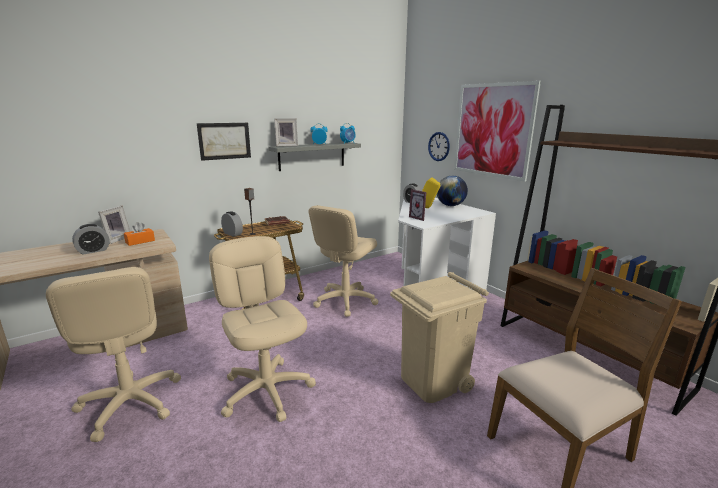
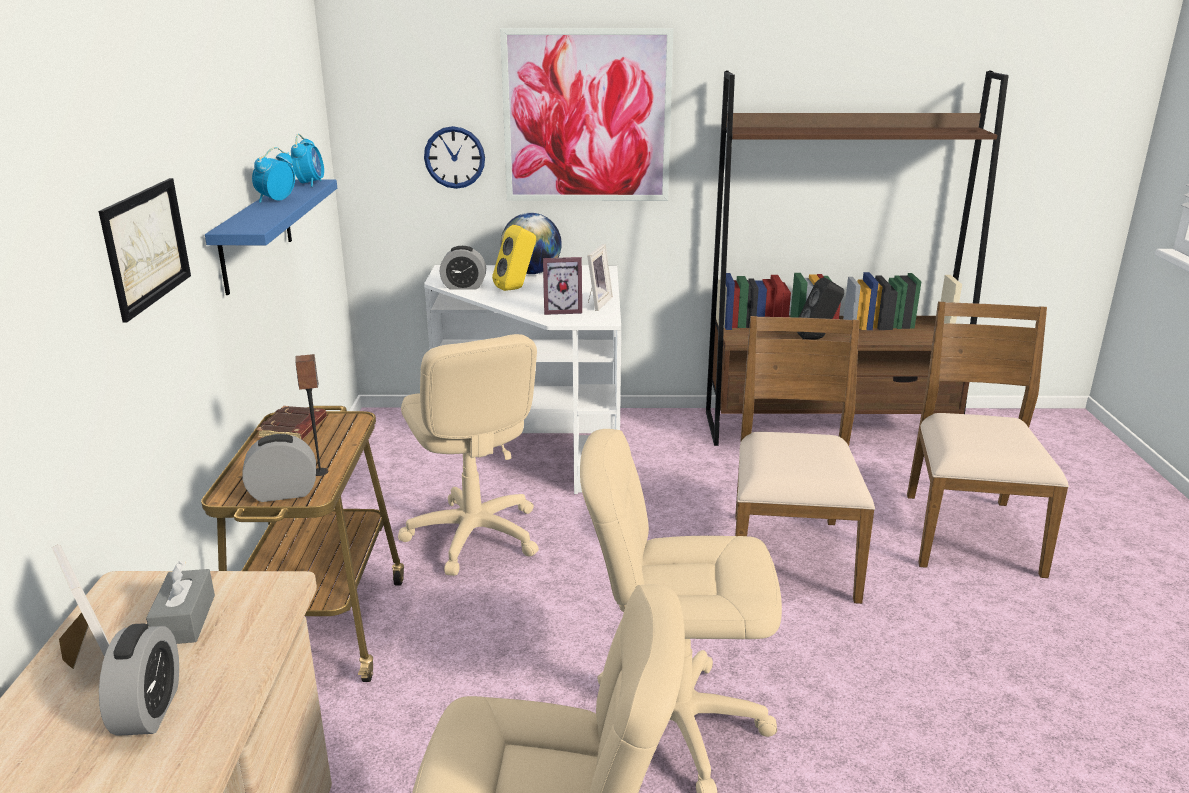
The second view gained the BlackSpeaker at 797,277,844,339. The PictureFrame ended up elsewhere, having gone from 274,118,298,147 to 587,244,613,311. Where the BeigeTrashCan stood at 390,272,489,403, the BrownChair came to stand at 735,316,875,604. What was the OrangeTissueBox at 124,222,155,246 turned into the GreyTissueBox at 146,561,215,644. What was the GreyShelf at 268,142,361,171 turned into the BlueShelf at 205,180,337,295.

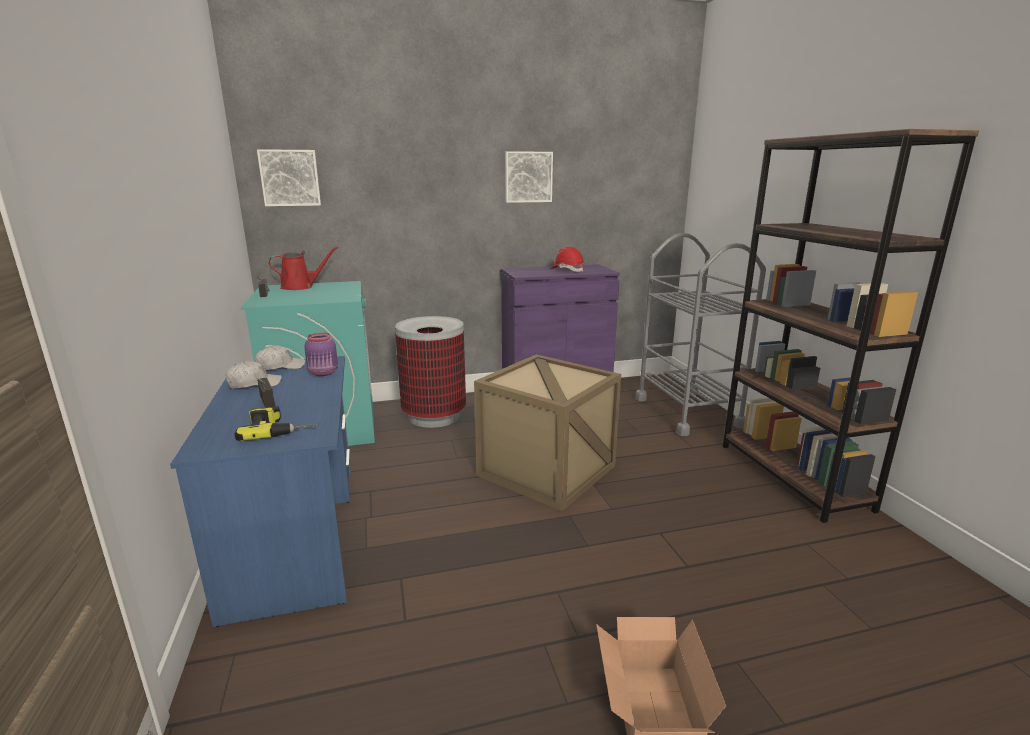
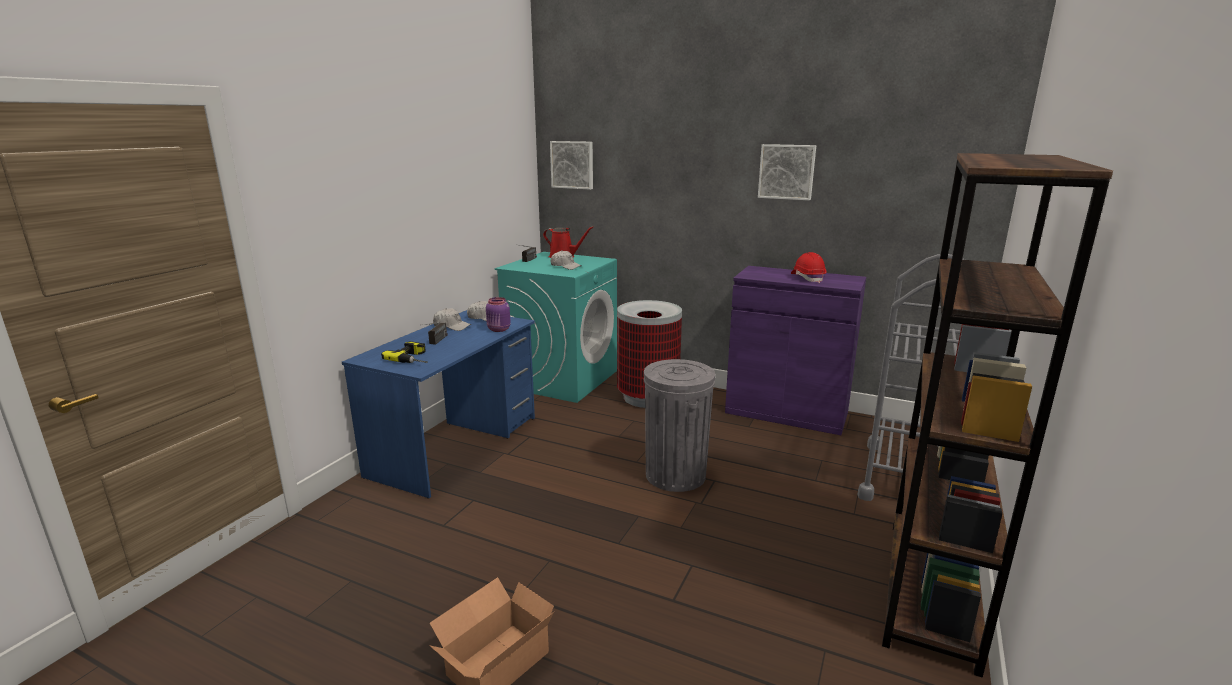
The second view gained the WhiteCap at 550,250,582,270. Where the Crate stood at 474,354,621,511, the GreyTrashCan came to stand at 644,359,715,492.

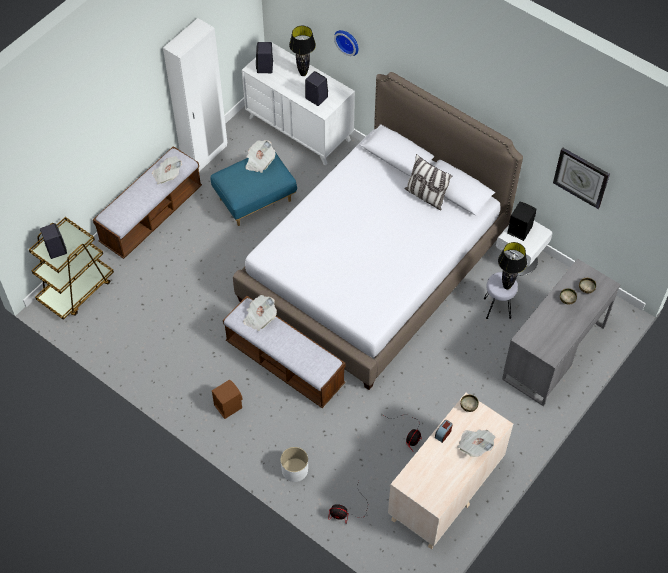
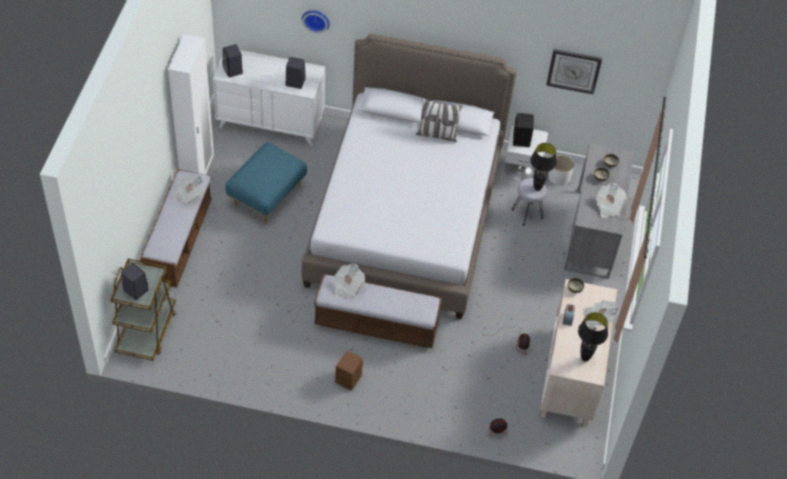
The Newspaper ended up elsewhere, having gone from 245,140,275,173 to 596,183,627,218. The WhitePlanter ended up elsewhere, having gone from 280,447,308,482 to 549,155,574,186. The BlackTableLamp ended up elsewhere, having gone from 289,26,316,76 to 578,312,608,362.

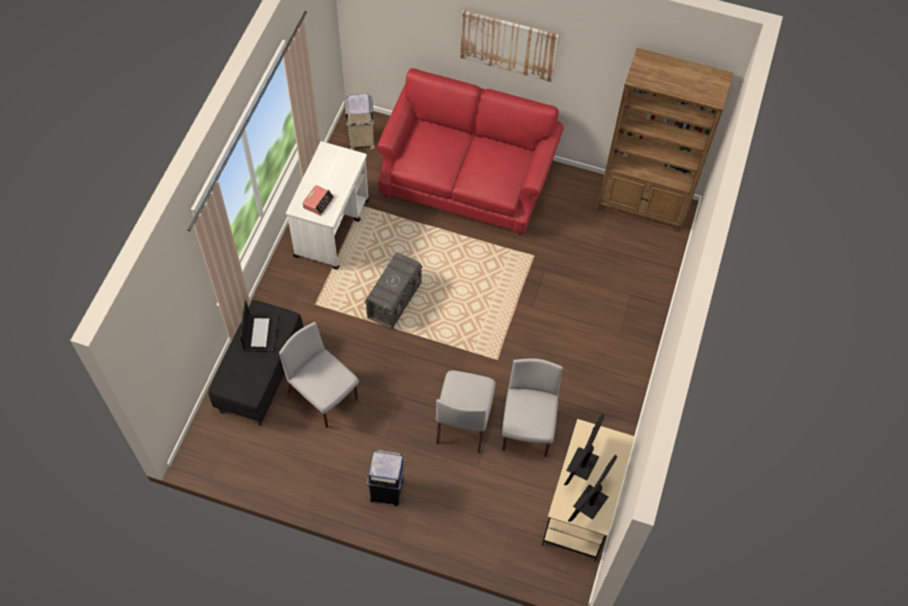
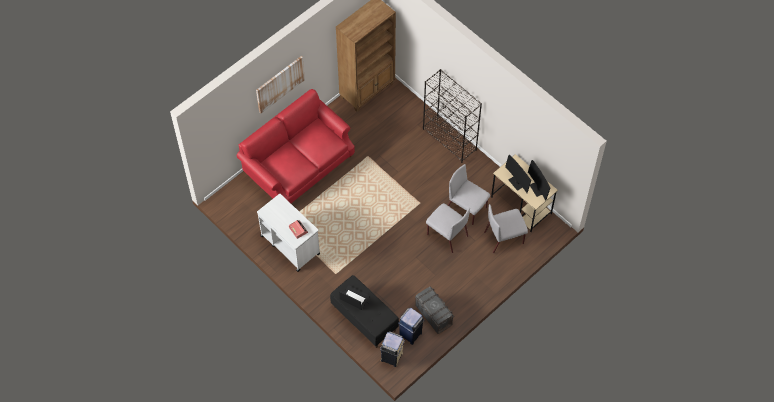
The second view gained the BlackBookcase at 423,69,482,163. The GreyChair ended up elsewhere, having gone from 279,322,359,428 to 484,204,528,253. The BeigeTrashCan ended up elsewhere, having gone from 344,94,375,150 to 380,331,405,367. The GreyStorageBox ended up elsewhere, having gone from 364,252,423,329 to 415,286,454,334. The BlueTrashCan ended up elsewhere, having gone from 367,450,406,506 to 398,308,424,345.

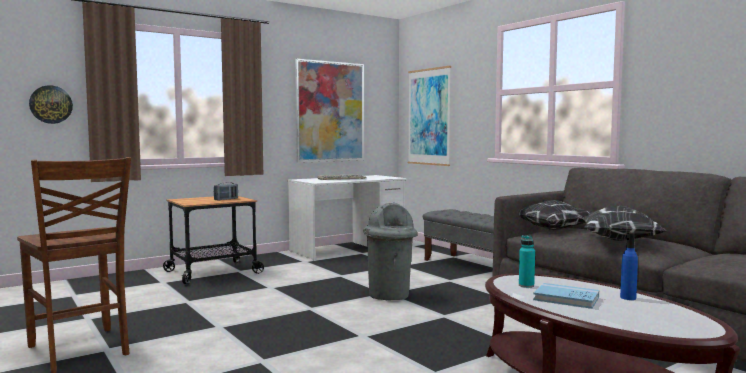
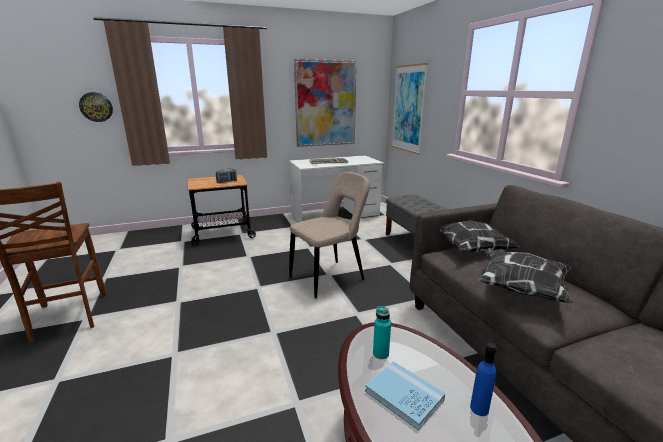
Where the GreyTrashCan stood at 363,203,418,300, the BeigeChair came to stand at 289,172,370,298.

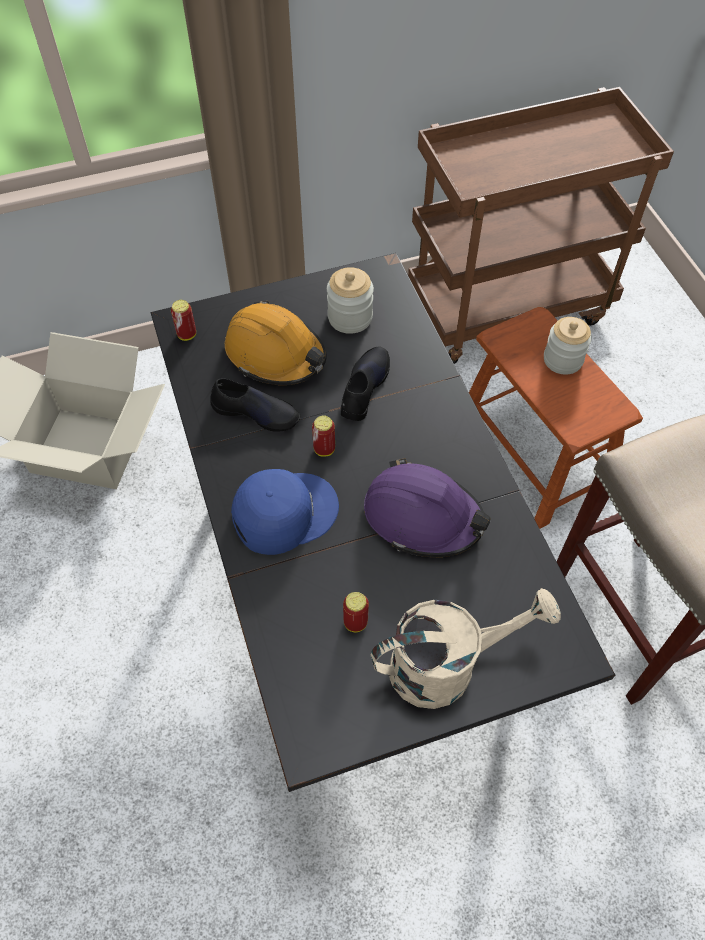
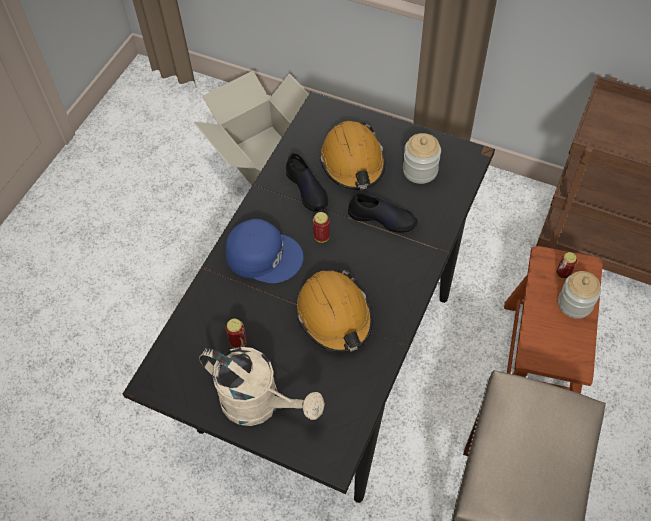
The Can ended up elsewhere, having gone from 171,300,196,341 to 556,252,577,279. What was the PurpleHardHat at 364,458,491,557 turned into the OrangeHardHat at 297,269,372,353. The BlackShoe at 341,346,390,421 ended up facing another way, 45 degrees clockwise from before.

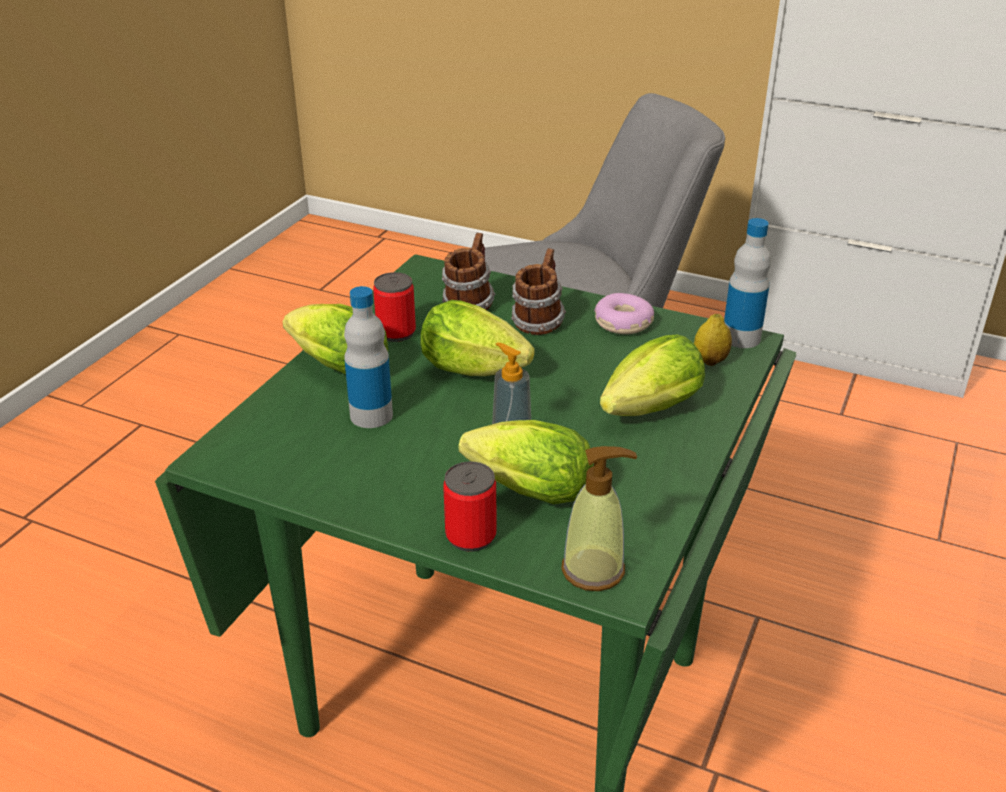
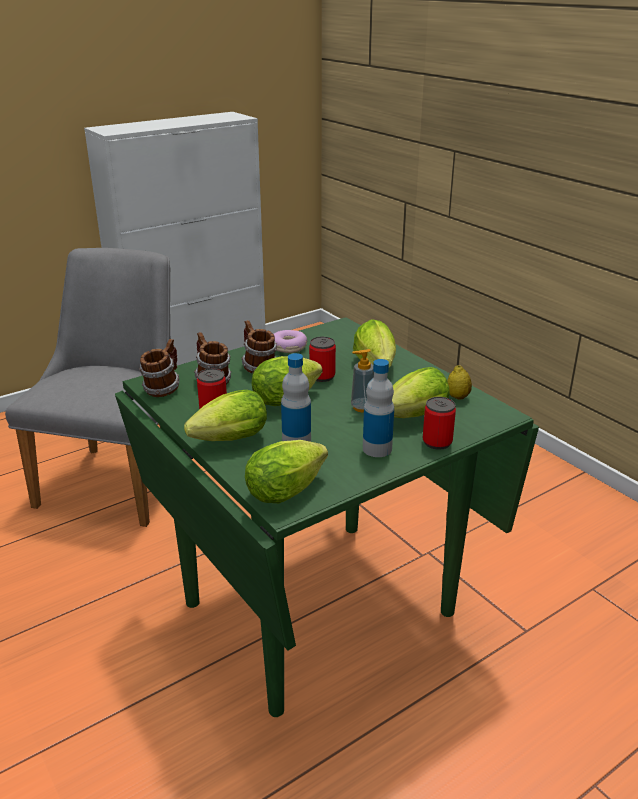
The second view lost the SoapDispenser at 561,446,637,591. The second view gained the Mug at 139,339,180,397. The second view gained the Lettuce at 245,440,328,503. The second view gained the Can at 309,337,336,382. The Lemon ended up elsewhere, having gone from 694,314,732,366 to 447,365,472,400. The Bottle ended up elsewhere, having gone from 724,218,771,348 to 363,359,394,457.

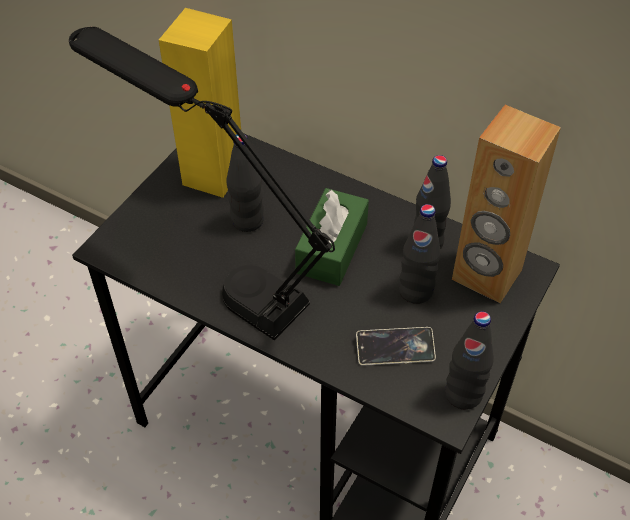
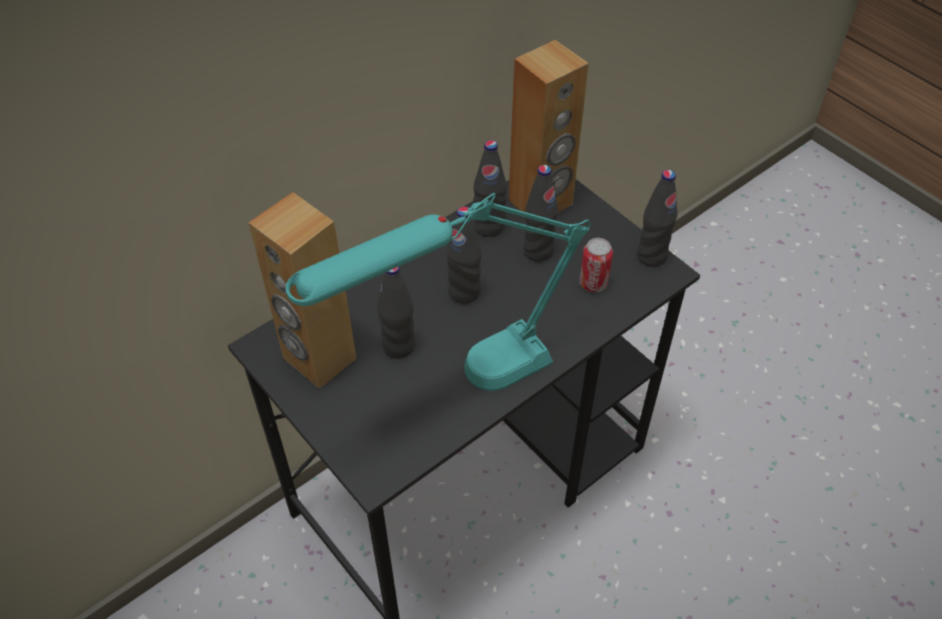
Where the GreenTissueBox stood at 295,188,369,286, the BlackBottle came to stand at 447,206,482,304. Where the Phone stood at 356,327,436,366, the Can came to stand at 579,238,613,292. What was the BlackTableLamp at 69,27,335,340 turned into the TurquoiseTableLamp at 286,193,590,391. What was the YellowSpeaker at 159,8,241,198 turned into the BrownSpeaker at 249,192,357,389.

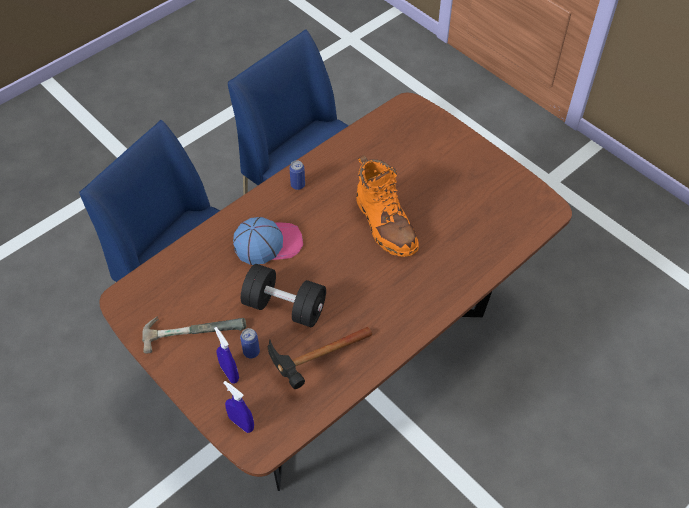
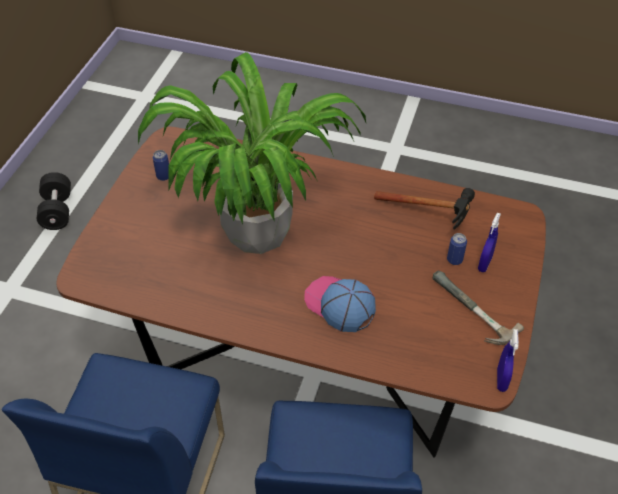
The BlueSprayBottle ended up elsewhere, having gone from 223,381,254,433 to 497,329,519,392. The BlackDumbbell ended up elsewhere, having gone from 241,264,326,327 to 37,172,71,230. The Can ended up elsewhere, having gone from 289,160,305,190 to 153,150,169,181. Where the OrangeBoot stood at 356,155,419,257, the PottedPlant came to stand at 138,52,366,254.

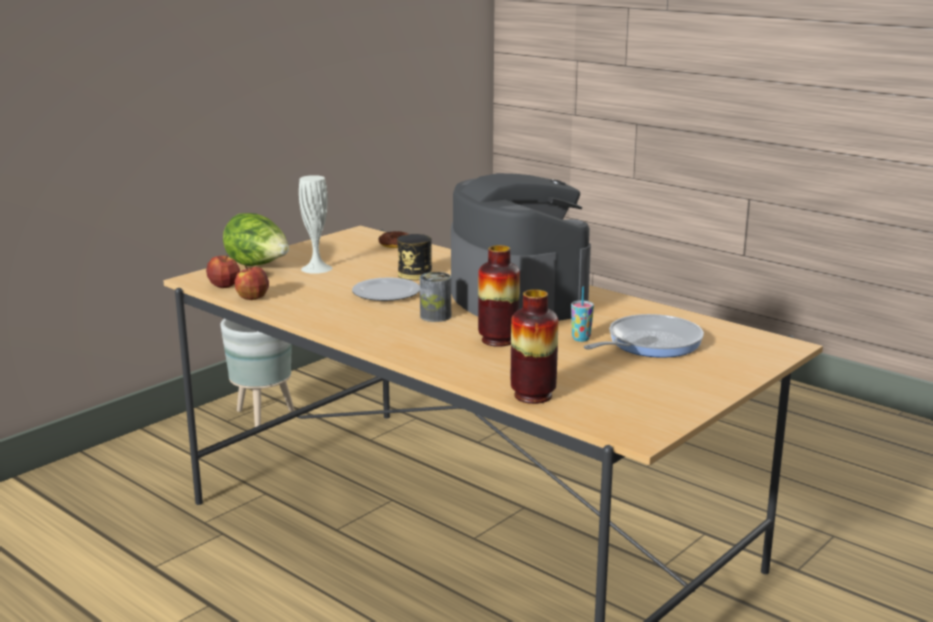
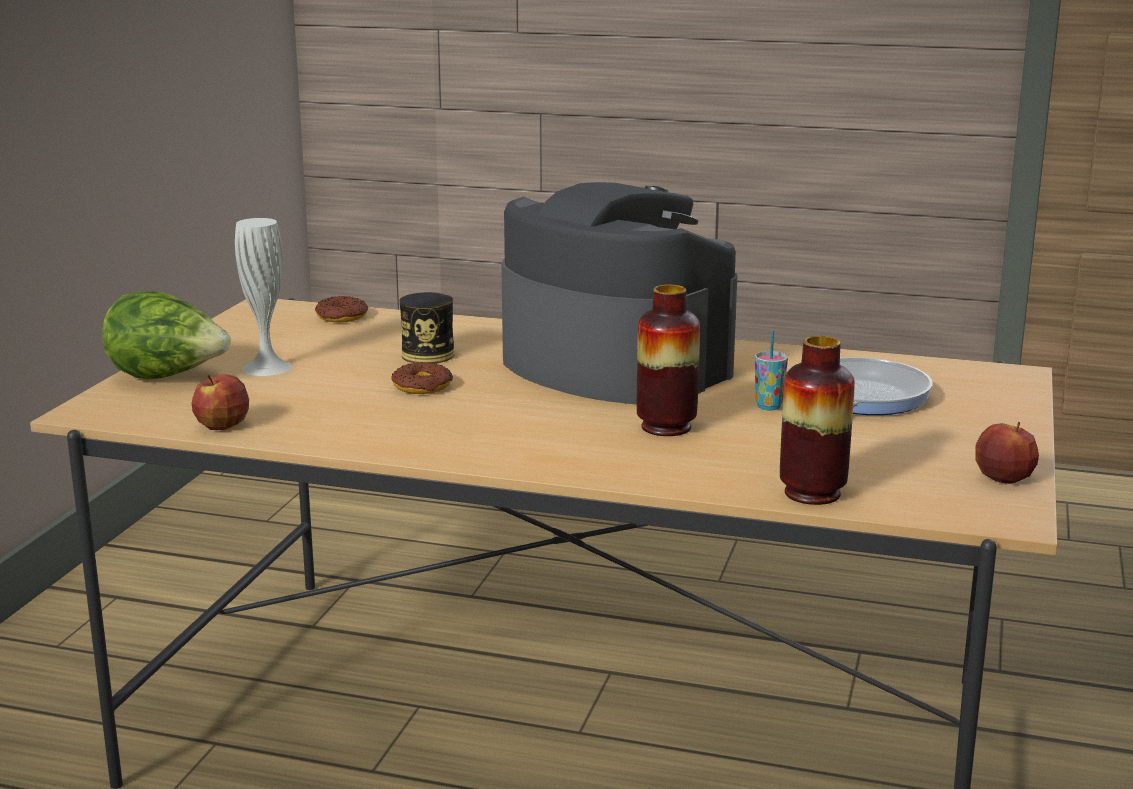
The second view lost the GreyPlanter at 220,319,294,427. The second view lost the Can at 420,272,451,322. The Apple ended up elsewhere, having gone from 206,256,240,288 to 975,422,1039,484. Where the Plate stood at 352,277,420,301, the Donut came to stand at 391,362,453,394.

